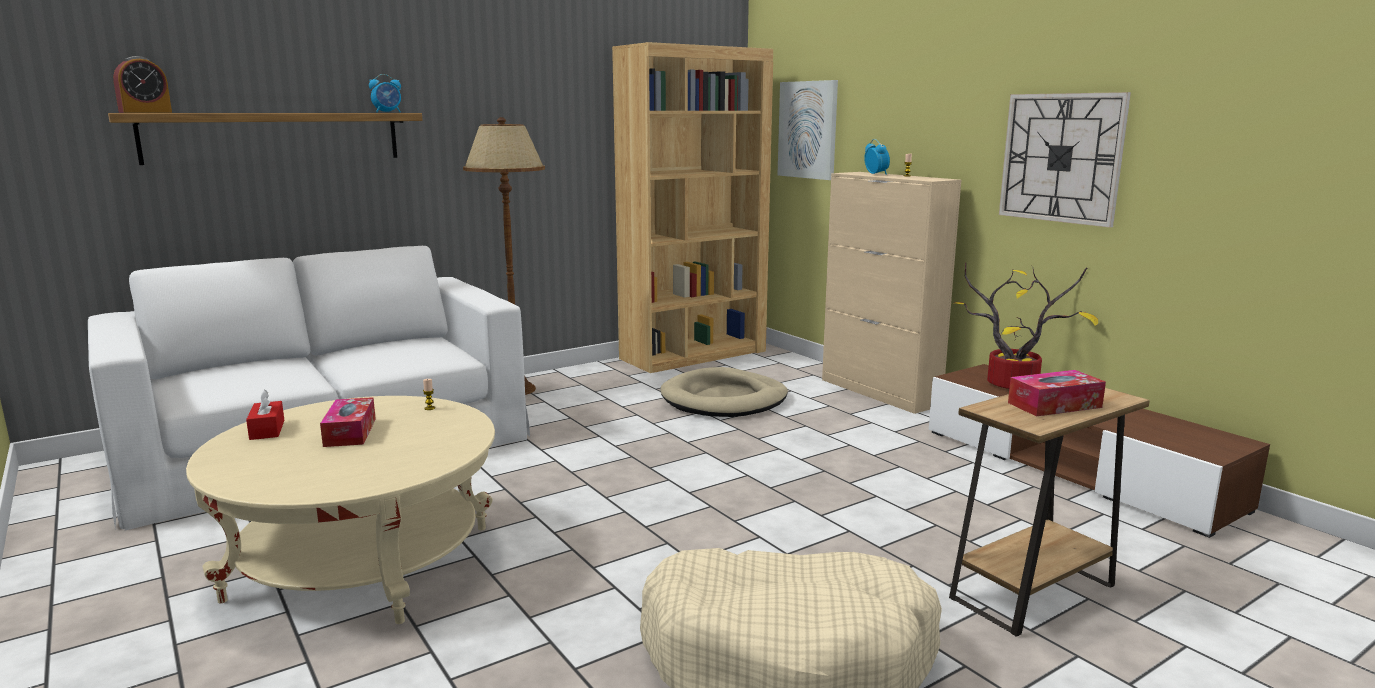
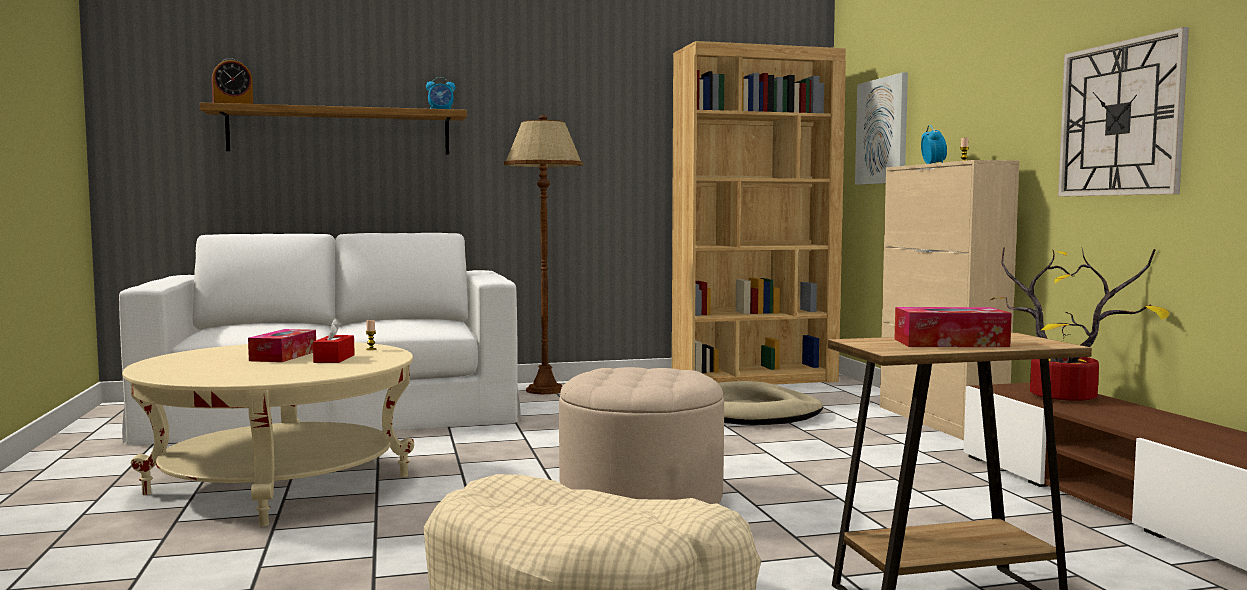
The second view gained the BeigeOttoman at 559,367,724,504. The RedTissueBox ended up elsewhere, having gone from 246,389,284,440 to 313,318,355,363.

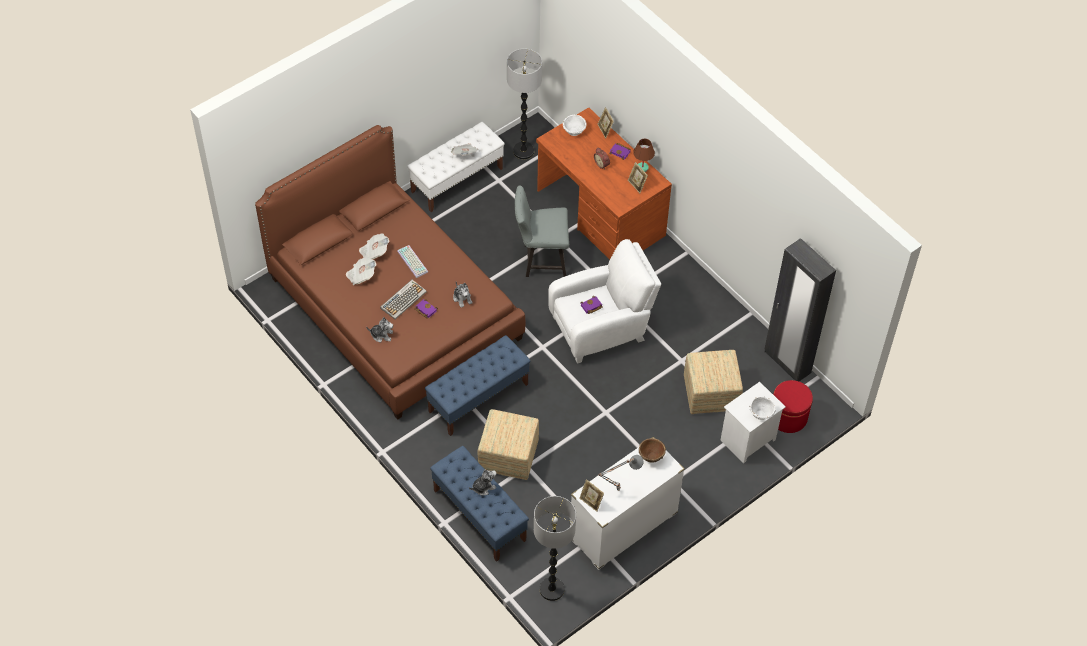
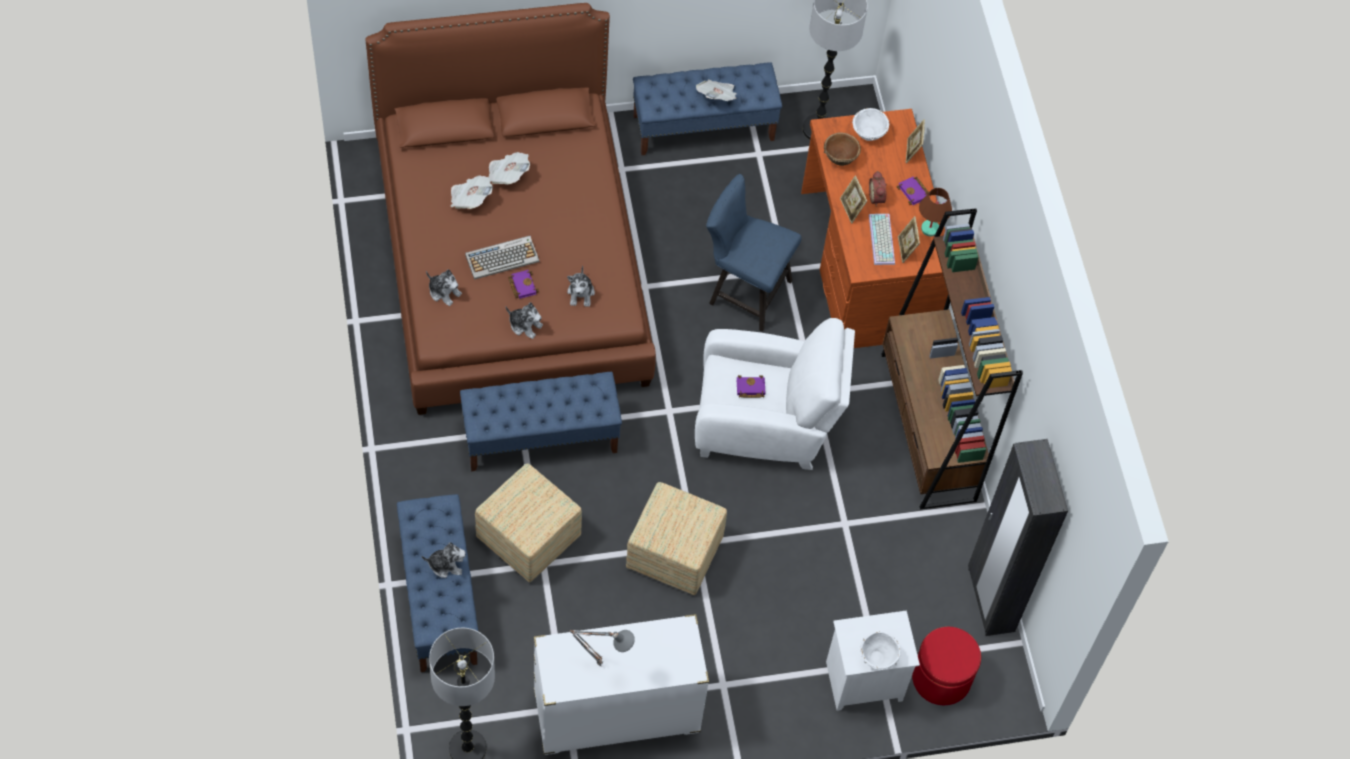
The second view gained the PlushToy at 506,302,543,339. The second view gained the BrownBookcase at 881,208,1023,509. The Keyboard ended up elsewhere, having gone from 397,245,428,278 to 869,214,895,265. The PictureFrame ended up elsewhere, having gone from 580,479,604,512 to 840,176,867,224. The BrownBowl ended up elsewhere, having gone from 639,438,666,463 to 824,133,861,166. The Ottoman ended up elsewhere, having gone from 684,350,743,414 to 626,482,727,595. What was the WhiteBench at 407,122,505,212 turned into the BlueBench at 633,62,782,156. What was the GreyChair at 515,185,569,277 turned into the BlueChair at 706,174,802,332.

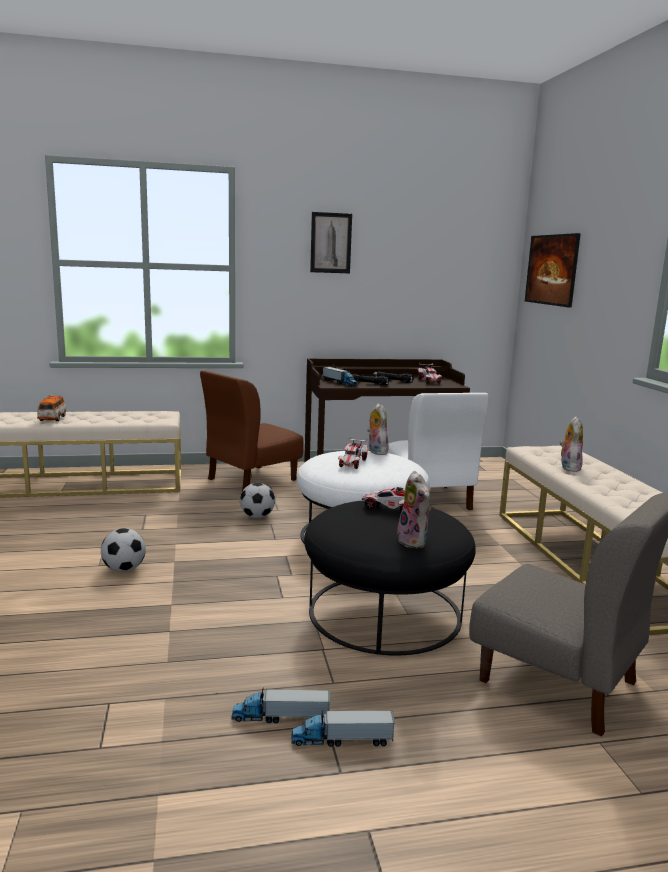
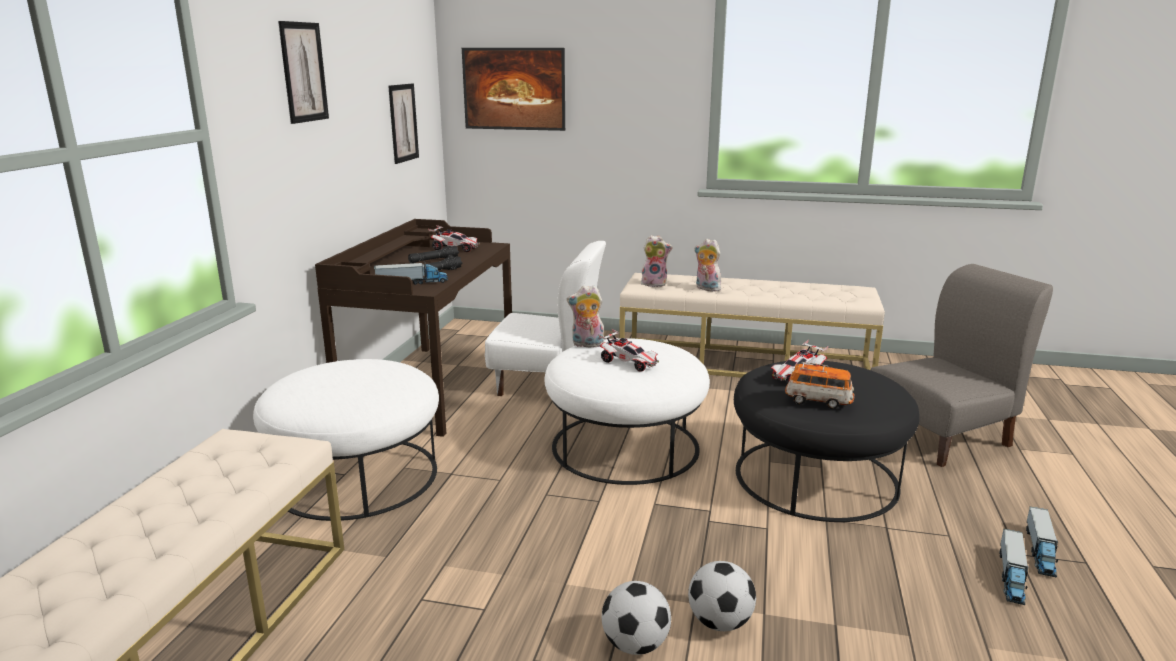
The second view gained the Picture at 388,84,419,164. The ToyCar ended up elsewhere, having gone from 37,395,66,421 to 785,362,855,409. The Football ended up elsewhere, having gone from 240,483,275,518 to 688,561,756,631. The PlushToy ended up elsewhere, having gone from 397,471,431,548 to 641,235,673,287. Where the BrownChair stood at 200,371,304,491, the WhiteOttoman came to stand at 253,359,439,521.

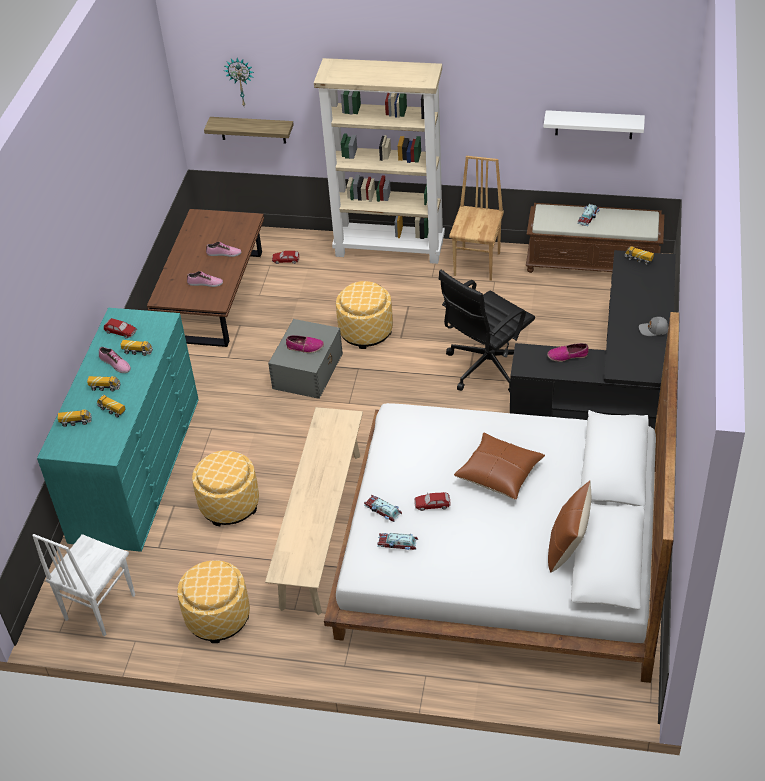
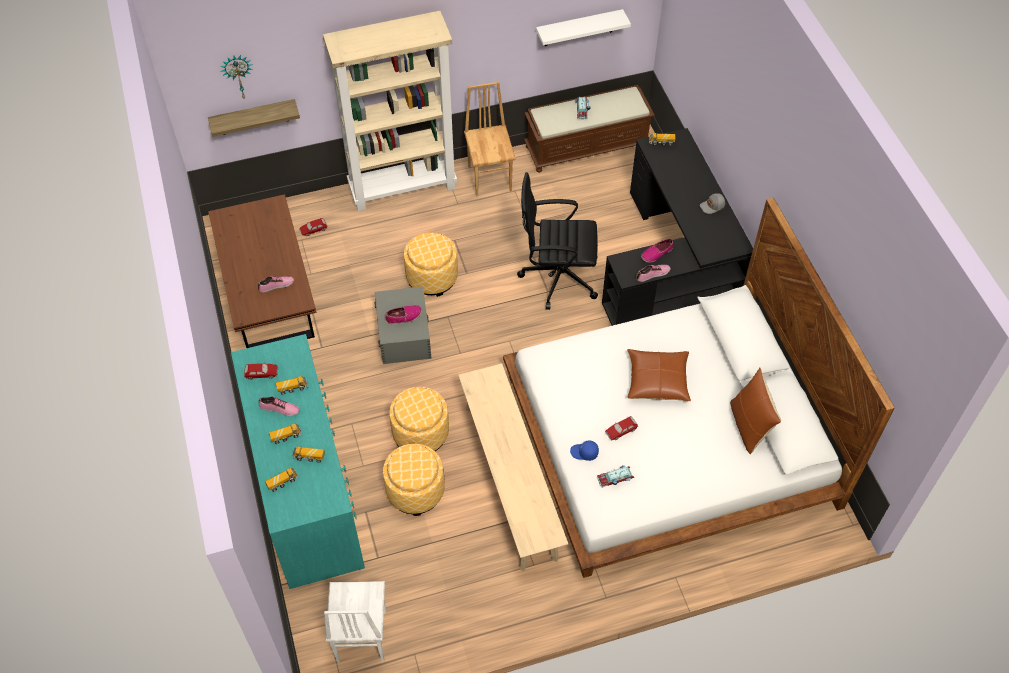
The Ottoman ended up elsewhere, having gone from 177,560,250,643 to 389,387,449,452. The Shoe ended up elsewhere, having gone from 206,242,241,257 to 636,264,670,282. Where the ToyCar stood at 364,495,402,522, the BlueCap came to stand at 570,440,599,461. The BlackOfficeChair at 439,270,535,392 ended up facing another way, 75 degrees clockwise from before.

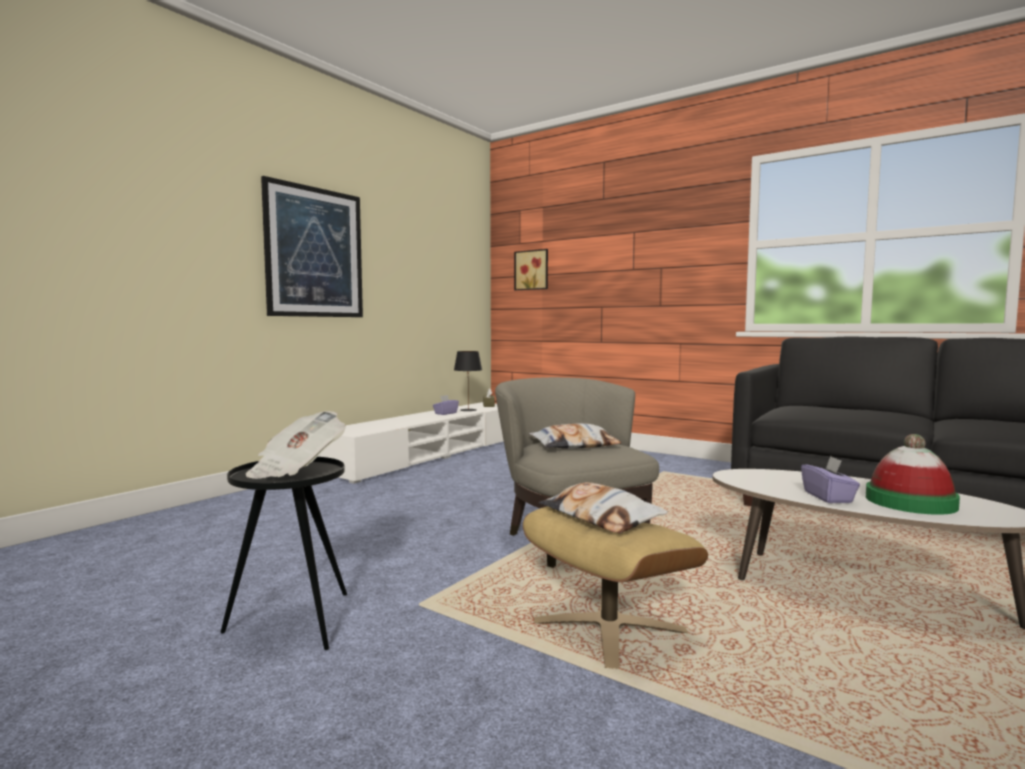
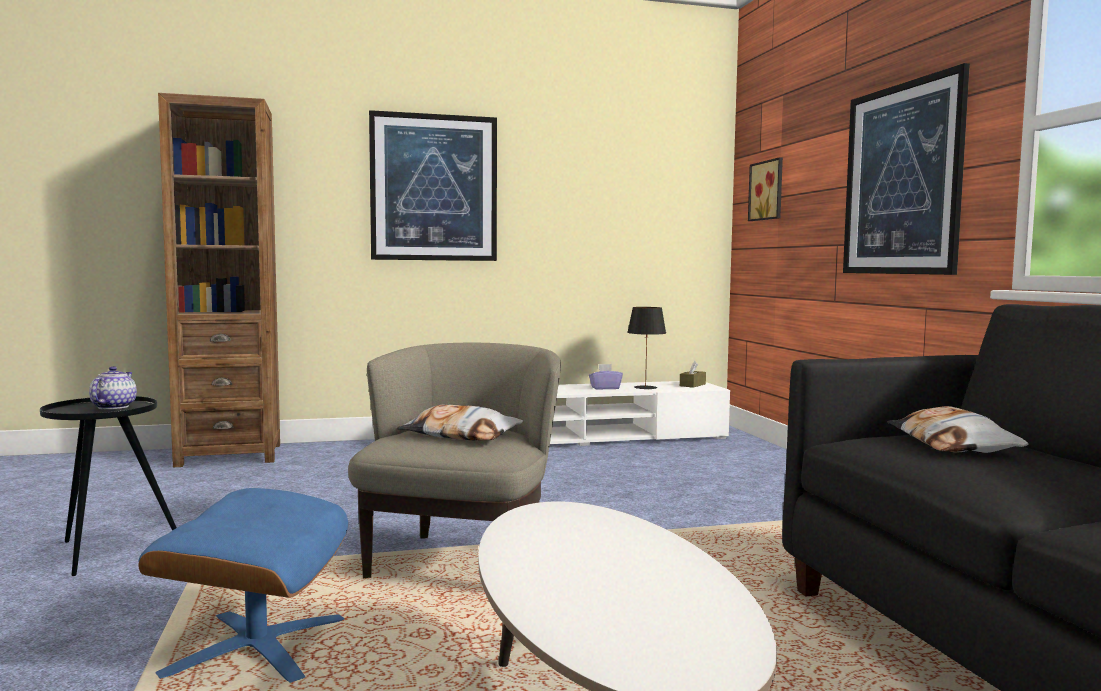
The second view lost the PurpleTissueBox at 801,456,860,503. The second view lost the Hat at 866,434,960,515. The second view gained the BrownBookcase at 158,93,280,467. The second view gained the Picture at 843,63,970,275. The Pillow ended up elsewhere, having gone from 539,482,668,533 to 887,406,1029,453. Where the Newspaper stood at 245,411,346,479, the Teapot came to stand at 89,366,137,409. What was the BeigeOttoman at 523,506,708,669 turned into the BlueOttoman at 138,488,348,683.

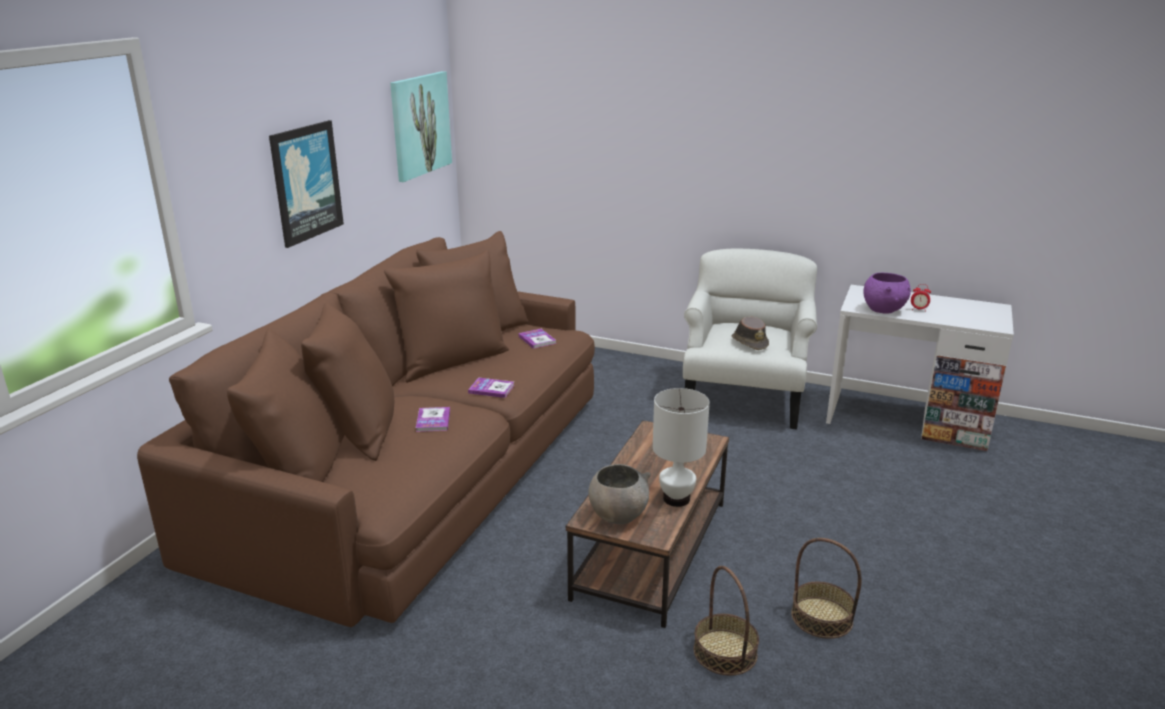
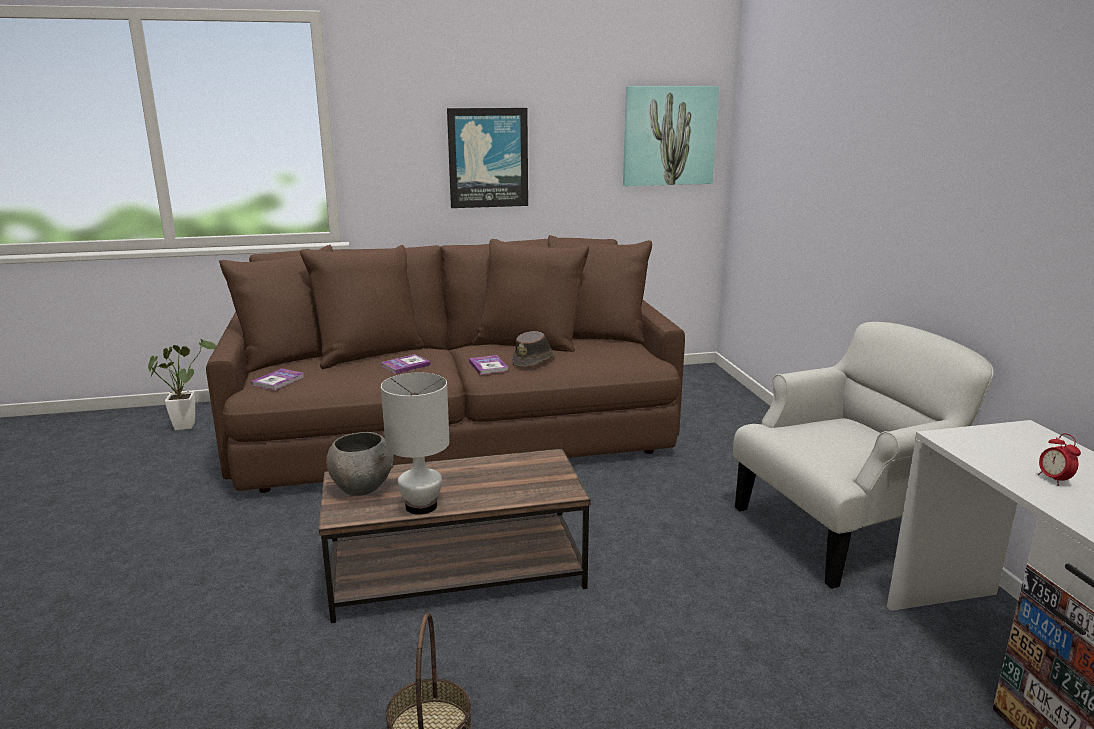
The second view lost the Basket at 694,566,759,676. The second view lost the PurpleBowl at 864,273,911,313. The second view gained the PottedPlant at 148,339,216,430. The Book ended up elsewhere, having gone from 518,329,556,349 to 251,368,304,390. The BrownHat ended up elsewhere, having gone from 731,316,769,350 to 512,331,555,367.

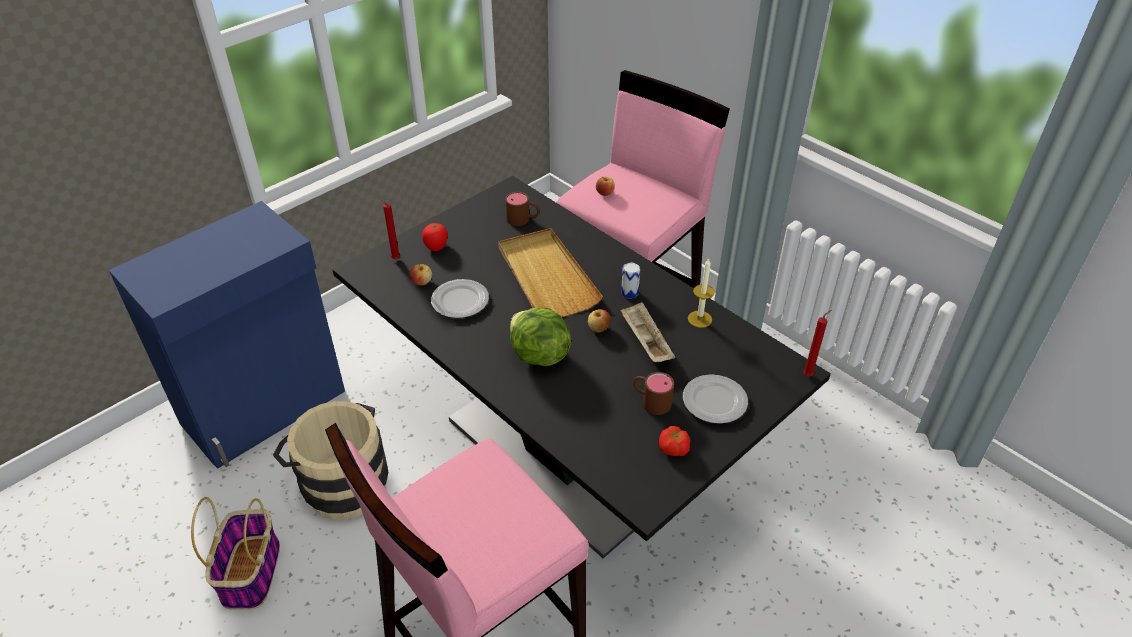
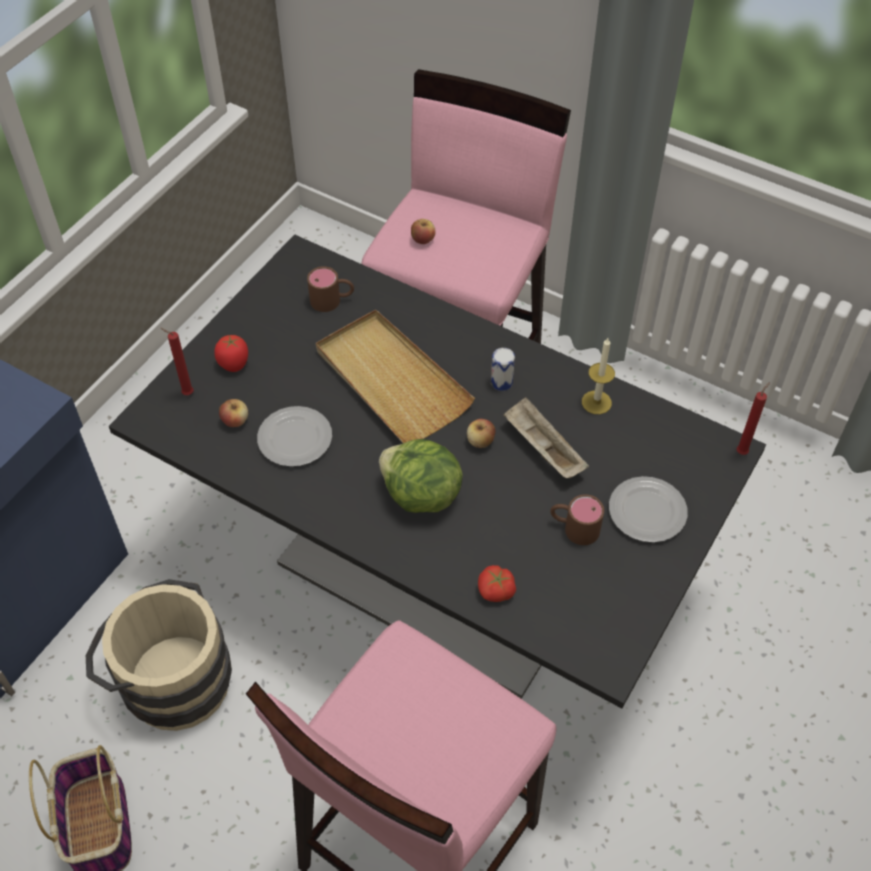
The Tomato ended up elsewhere, having gone from 659,426,690,456 to 478,565,516,602.

